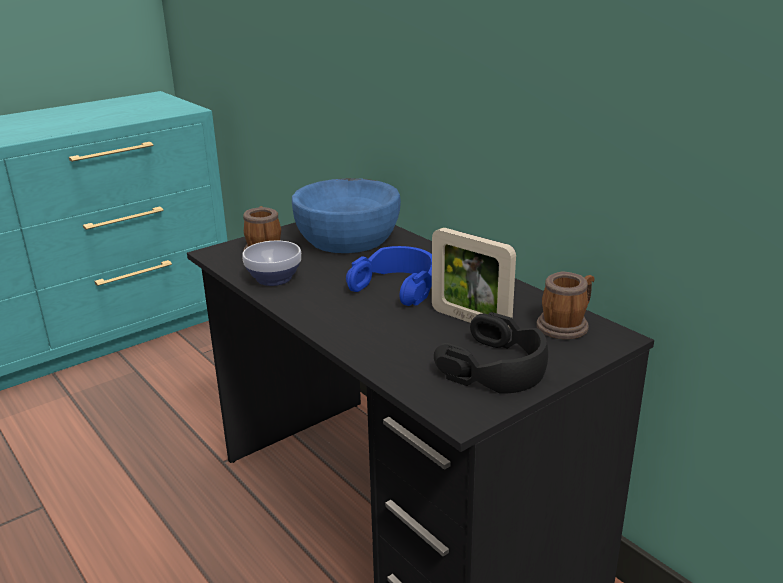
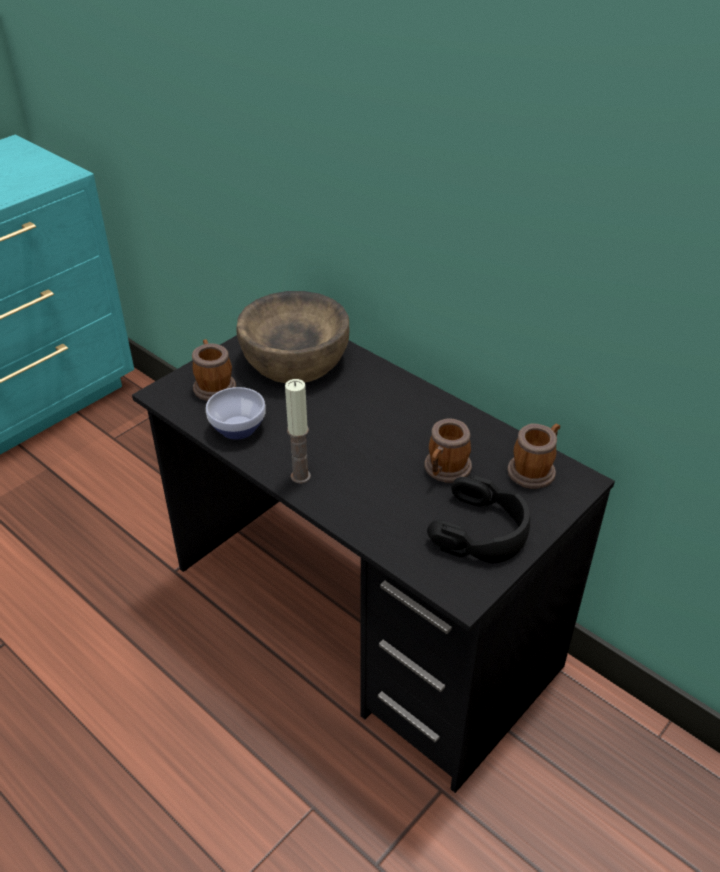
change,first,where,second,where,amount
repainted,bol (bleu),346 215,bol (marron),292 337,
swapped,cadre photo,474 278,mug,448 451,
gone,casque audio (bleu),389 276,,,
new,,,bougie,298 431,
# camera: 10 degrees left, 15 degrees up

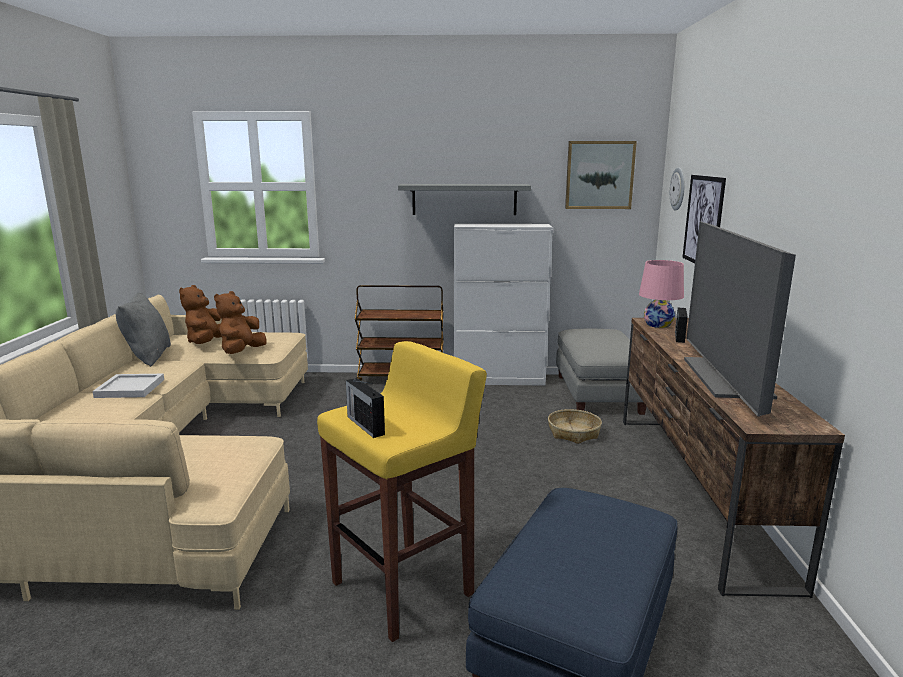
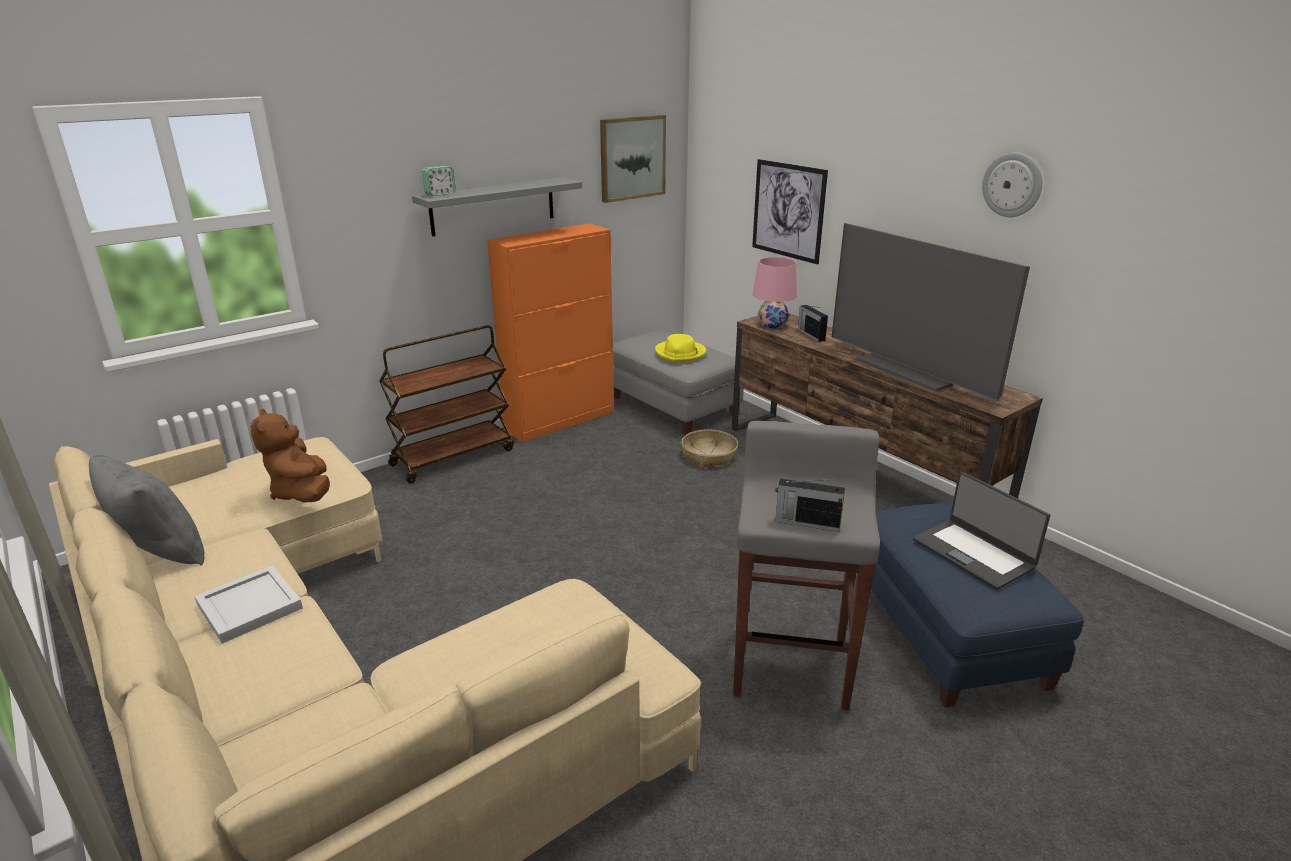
change,first,where,second,where,amount
shifted,horloge murale,677 189,,1012 185,
repainted,meuble de rangement (blanc),503 305,meuble de rangement (orange),550 332,
gone,peluche (marron),200 314,,,
repainted,tabouret (jaune),402 491,tabouret (gris),806 565,
new,,,réveil,439 181,
new,,,chapeau (jaune),680 348,
new,,,ordinateur portable,981 530,
# camera: 40 degrees left, 10 degrees up

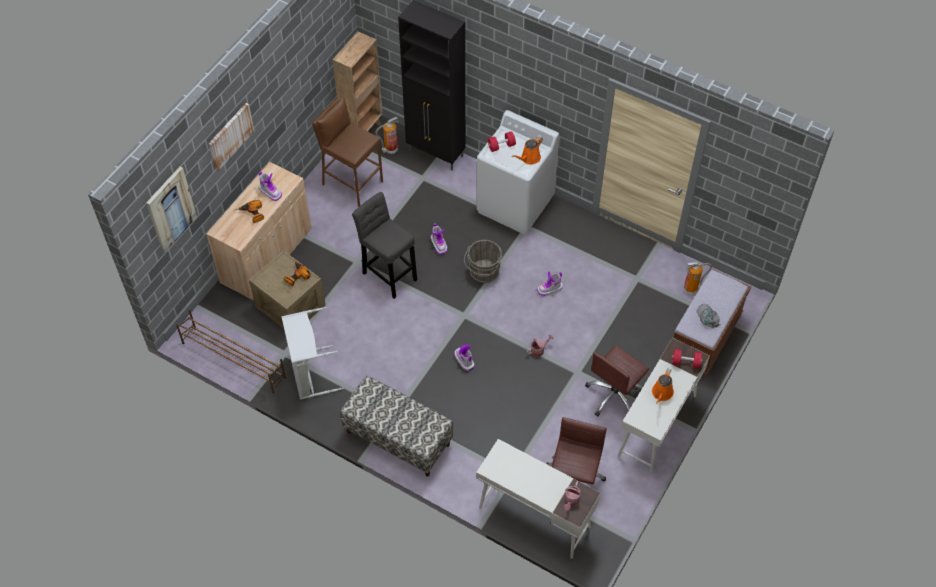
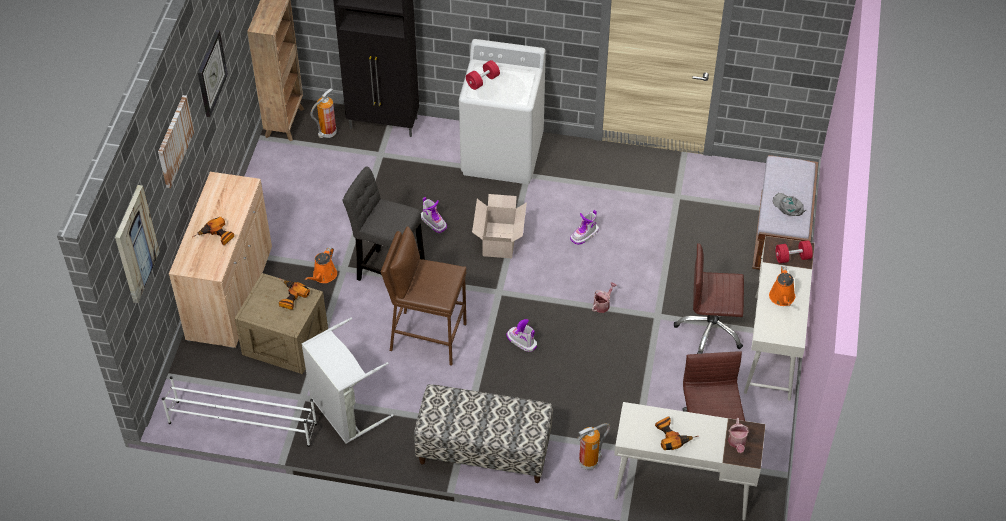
change,first,where,second,where,amount
shifted,tabouret (marron),347 152,,424 296,
shifted,arrosoir (orange),527 150,,321 265,
gone,botte,270 186,,,
swapped,seau (gris),483 261,carton,499 226,
shifted,extincteur,697 278,,594 446,
repainted,étagère à chaussures (marron),231 351,étagère à chaussures (blanc),239 411,
rotated,chaise de bureau (marron),617 380,,709 298,75 degrees clockwise
new,,,horloge murale,213 73,
new,,,perceuse,677 433,
# camera: 20 degrees left, 5 degrees down

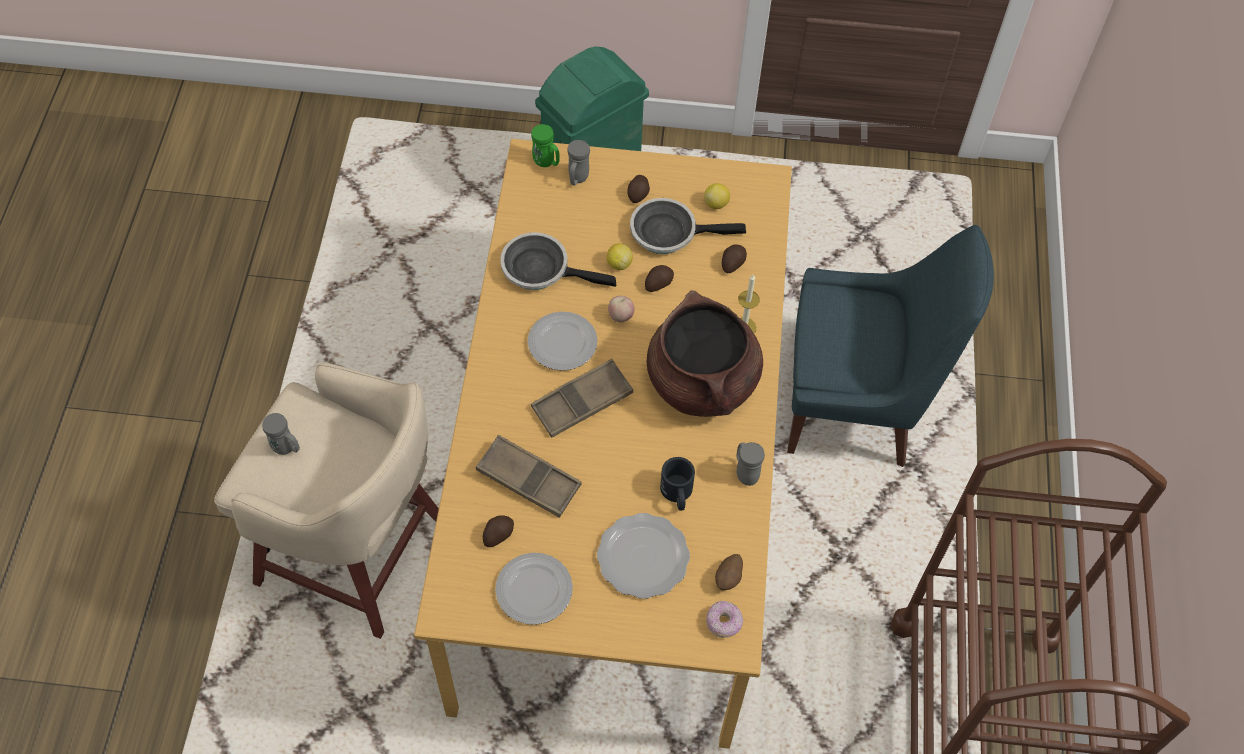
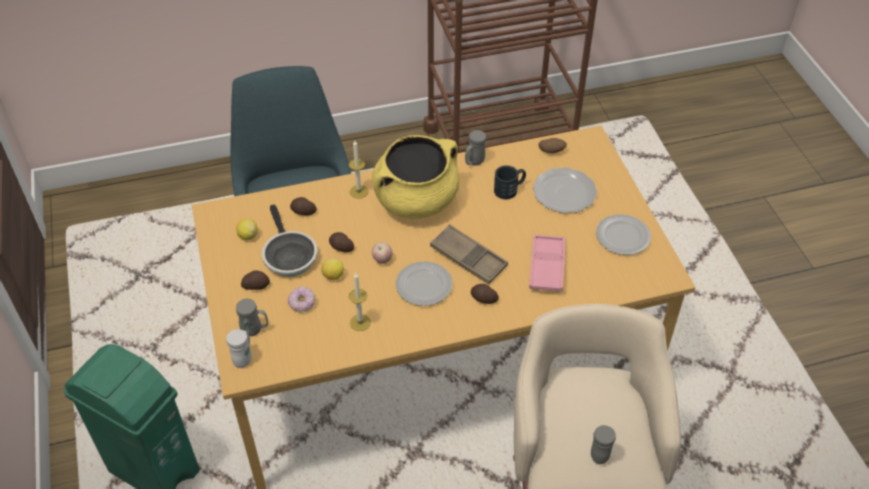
change,first,where,second,where,amount
repainted,mug (vert),545 145,mug (blanc),238 348,
swapped,poêle,558 261,bougie,360 302,
repainted,marmite (marron),704 354,marmite (jaune),415 177,
repainted,plateau (marron),528 476,plateau (rose),547 263,
shifted,pomme de terre,498 531,,485 294,
shifted,beignet,724 619,,302 299,
# camera: 110 degrees left, 10 degrees down

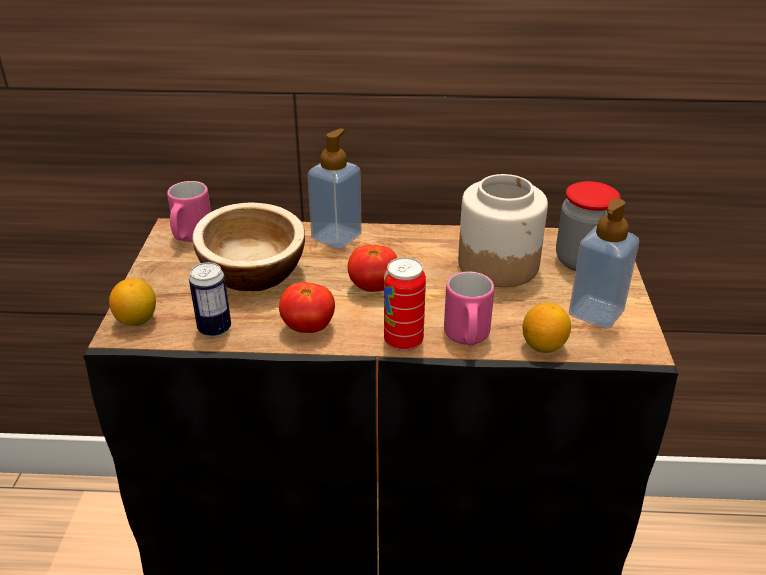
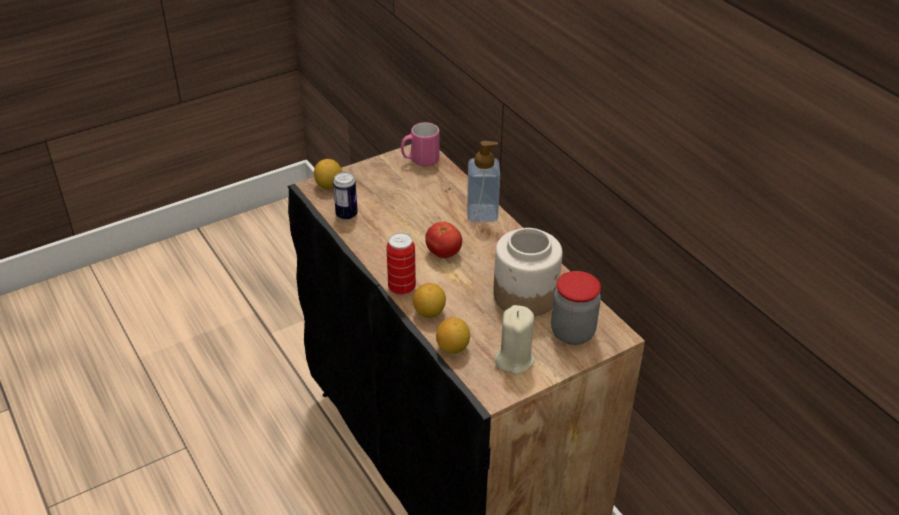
change,first,where,second,where,amount
swapped,distributeur de savon,604 263,bougie (beige),515 340,
gone,bol,249 247,,,
swapped,mug (rose),469 308,citron,429 300,
gone,tomate,307 307,,,
# camera: 55 degrees right, 5 degrees up

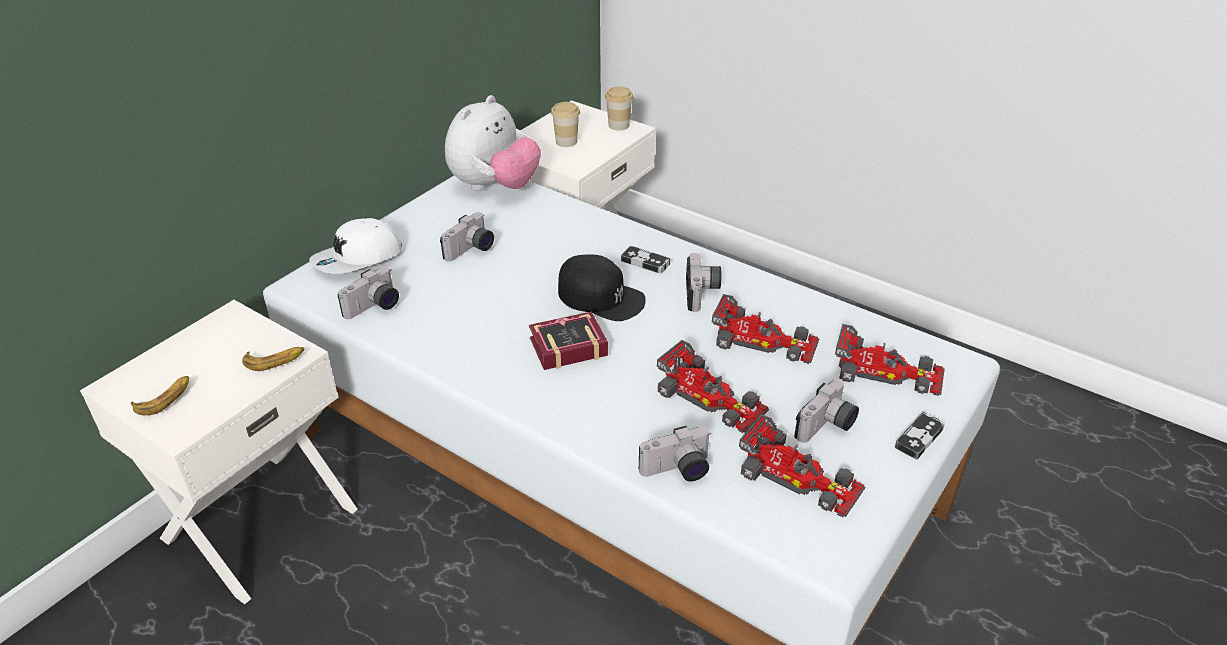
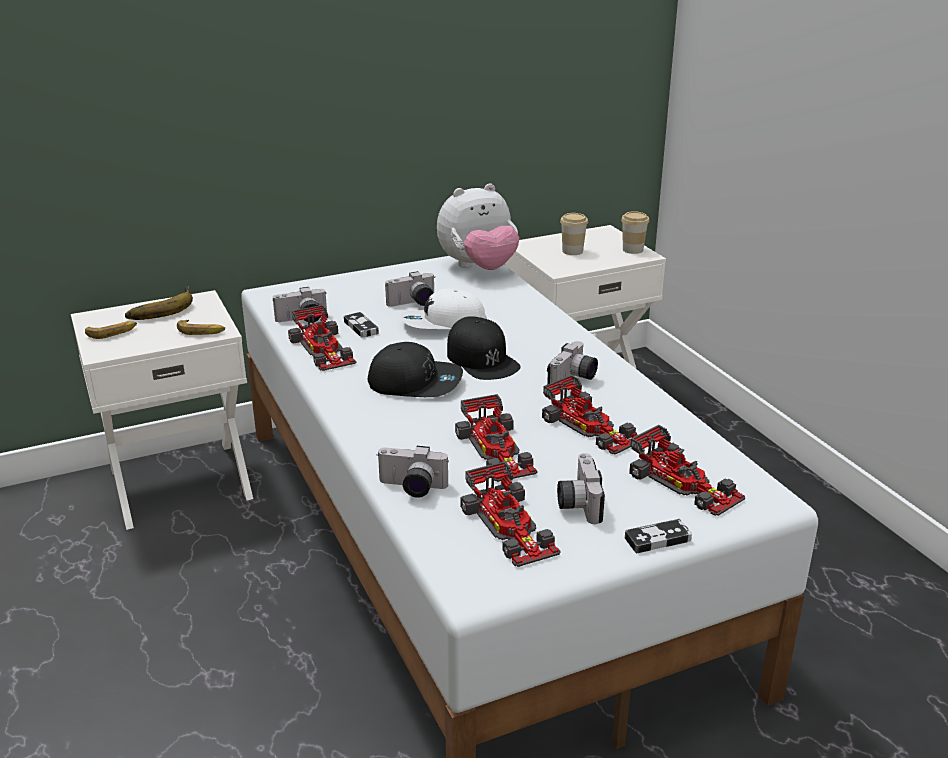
change,first,where,second,where,amount
shifted,casquette (blanc),355 246,,444 309,
shifted,manette,645 260,,361 325,
swapped,livre,568 341,casquette (noir),415 369,
rotated,appareil photo,826 410,,581 488,105 degrees clockwise
new,,,banane,159 303,
new,,,petite voiture,322 338,
# camera: 30 degrees right, 10 degrees down

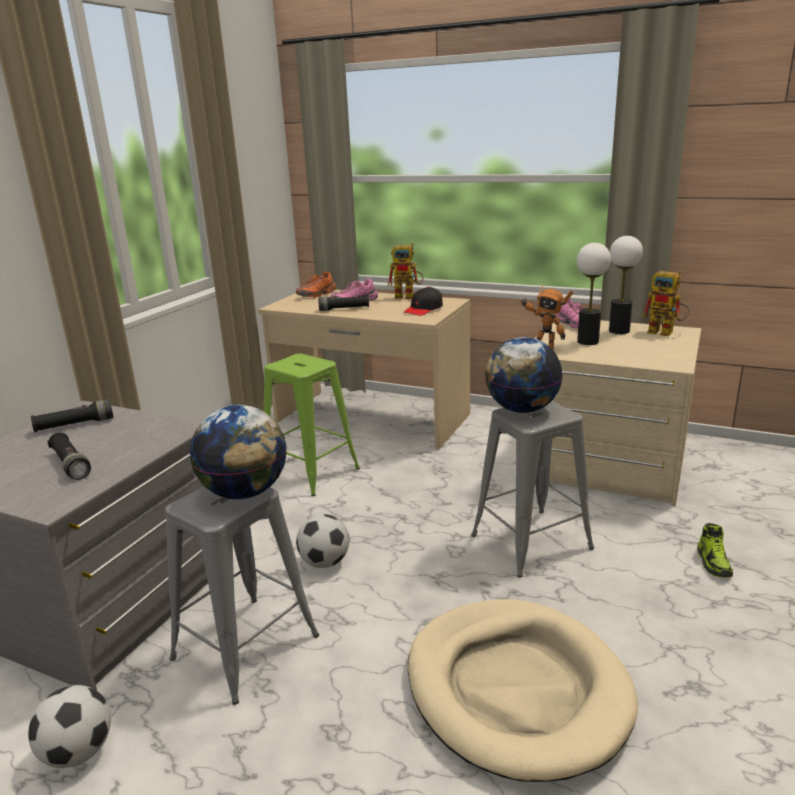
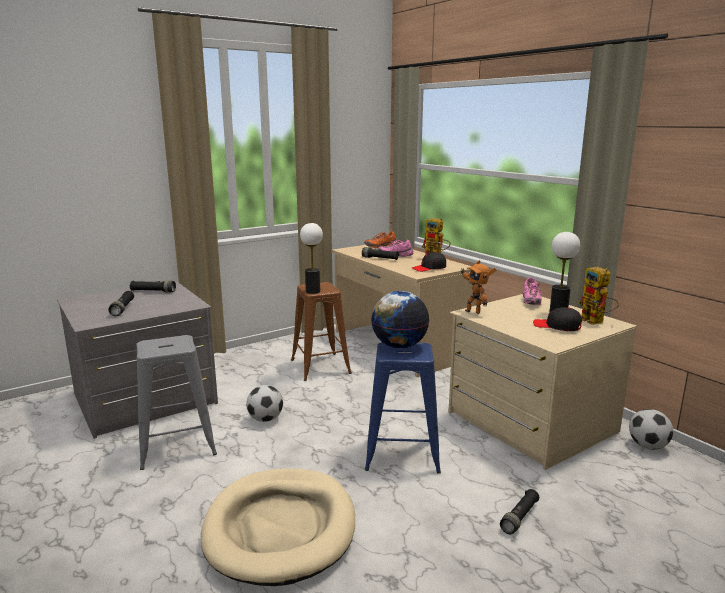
change,first,where,second,where,amount
shifted,lampe de table,594 294,,311 258,
repainted,tabouret (vert),312 425,tabouret (marron),321 331,
repainted,tabouret (gris),532 489,tabouret (bleu),403 408,
gone,globe,238 452,,,
swapped,chaussure,715 550,lampe de poche (noir),519 511,
shifted,ballon de foot,69 726,,651 429,
new,,,casquette (noir),557 319,
# camera: 30 degrees right, 5 degrees down

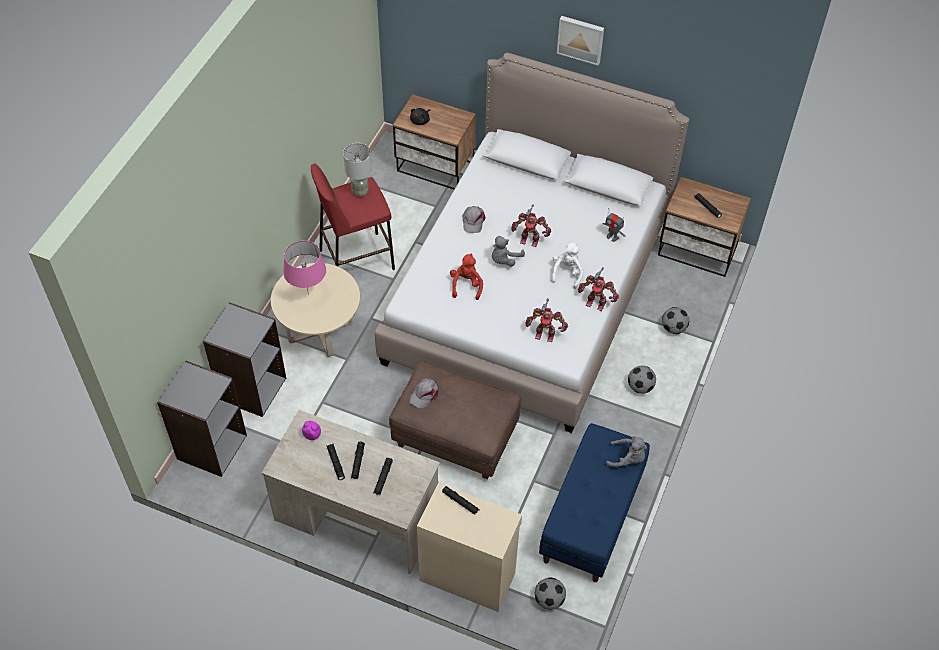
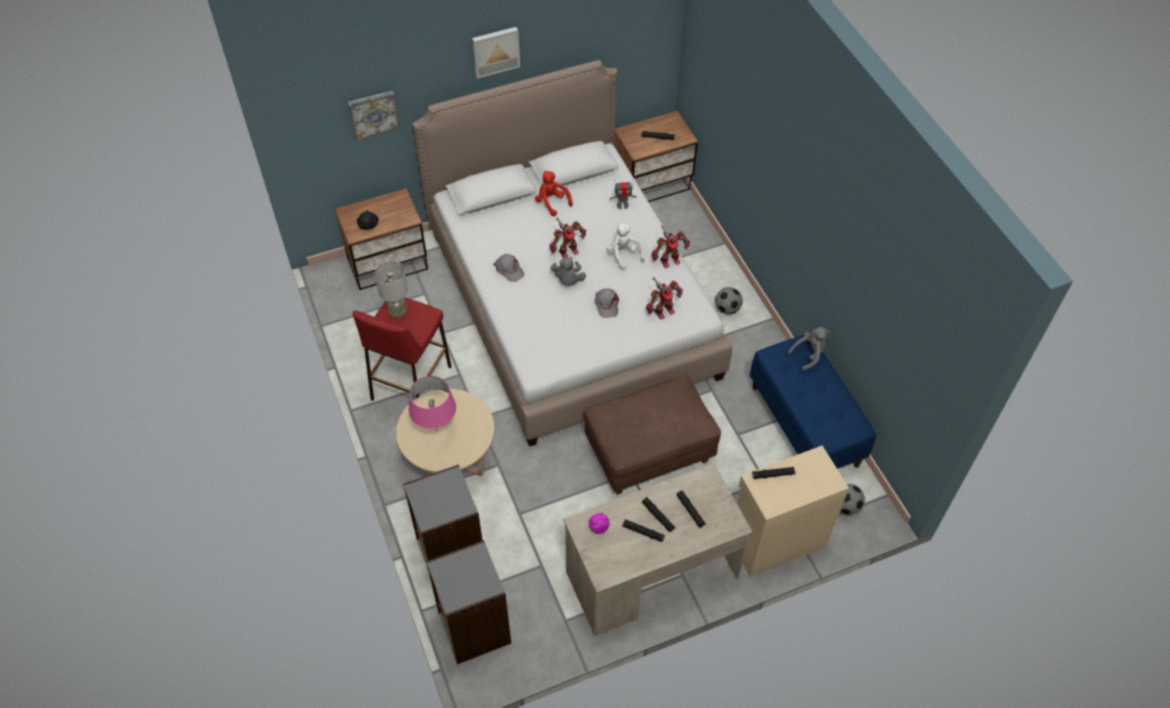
change,first,where,second,where,amount
shifted,peluche (rouge),466 277,,554 193,
gone,ballon de foot,675 320,,,
shifted,casquette (gris),424 393,,607 303,
new,,,tableau,374 116,
# camera: 45 degrees left, 0 degrees up

